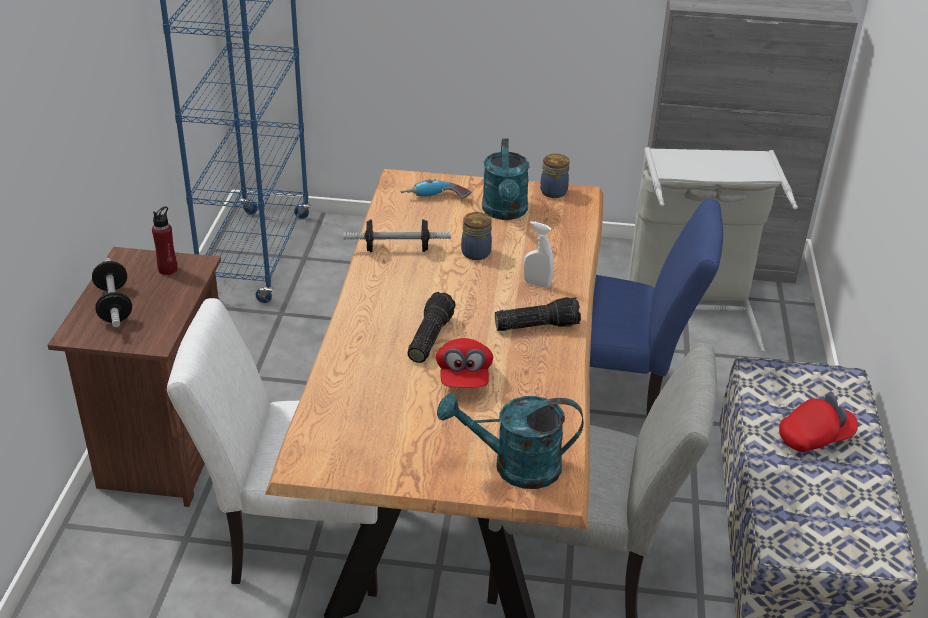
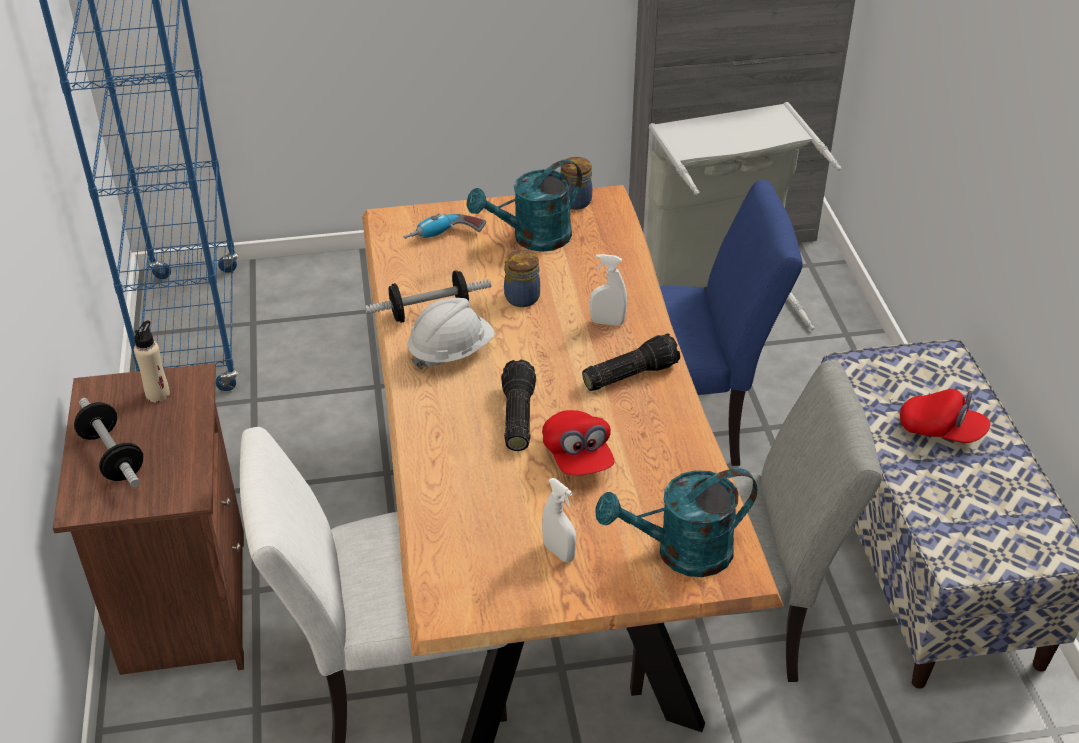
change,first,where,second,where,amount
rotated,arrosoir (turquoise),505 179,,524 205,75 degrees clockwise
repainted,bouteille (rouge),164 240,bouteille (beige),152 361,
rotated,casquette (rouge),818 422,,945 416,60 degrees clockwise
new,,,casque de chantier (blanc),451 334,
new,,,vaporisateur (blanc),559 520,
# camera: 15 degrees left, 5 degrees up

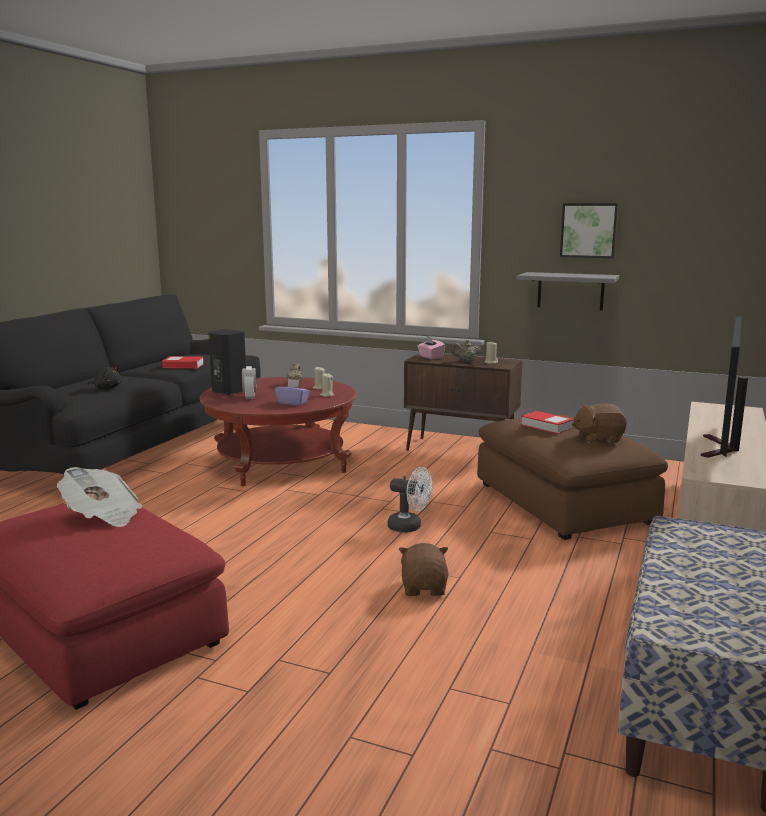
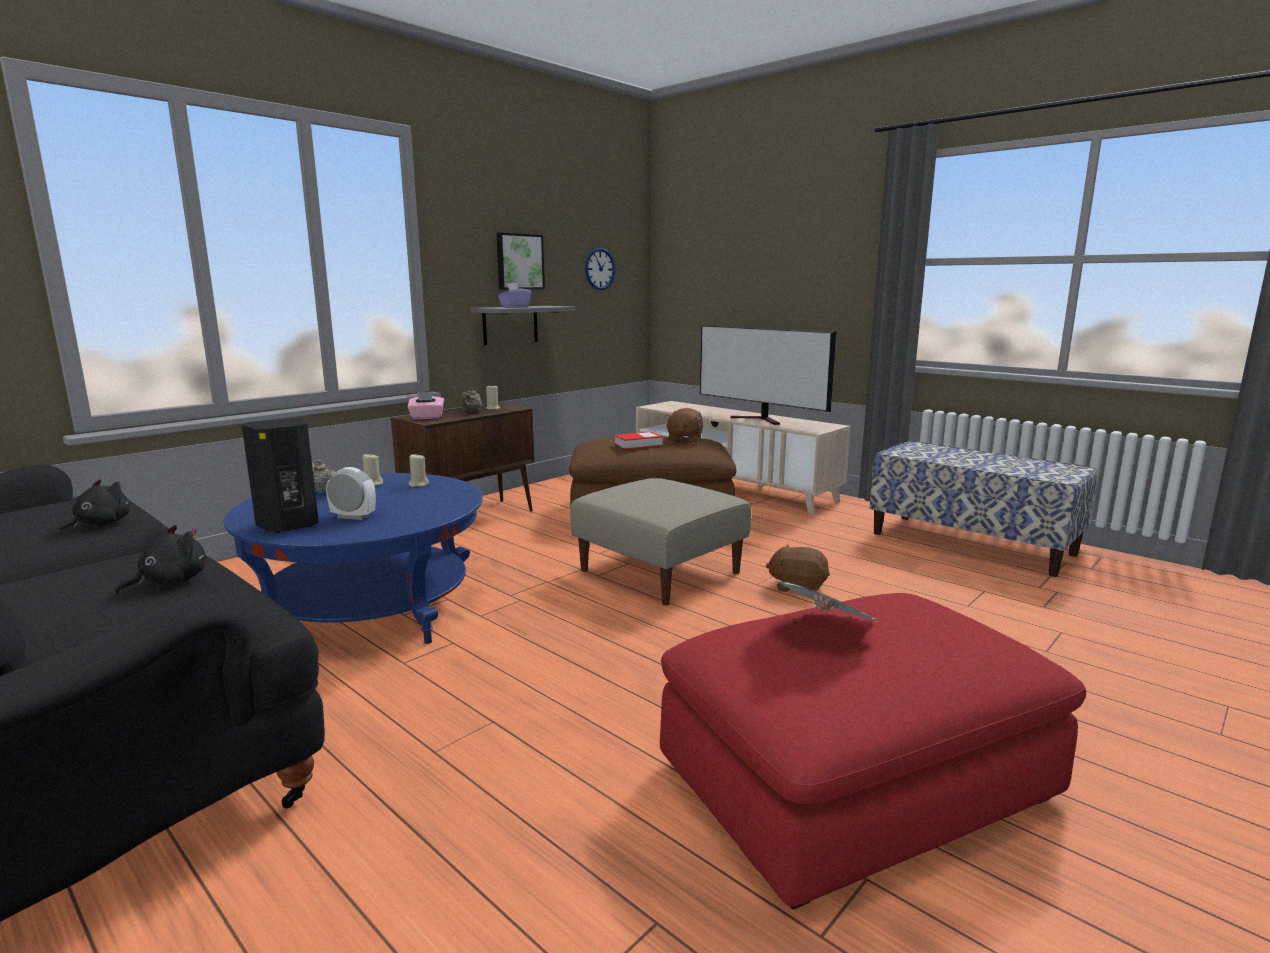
change,first,where,second,where,amount
swapped,livre,182 362,peluche (noir),94 506,
repainted,table basse (rouge),278 431,table basse (bleu),353 558,
shifted,boîte à mouchoirs (violet),292 392,,514 295,
swapped,ventilateur (blanc),410 499,pouf (beige),660 541,
new,,,horloge murale,600 269,
# camera: 70 degrees left, 0 degrees up

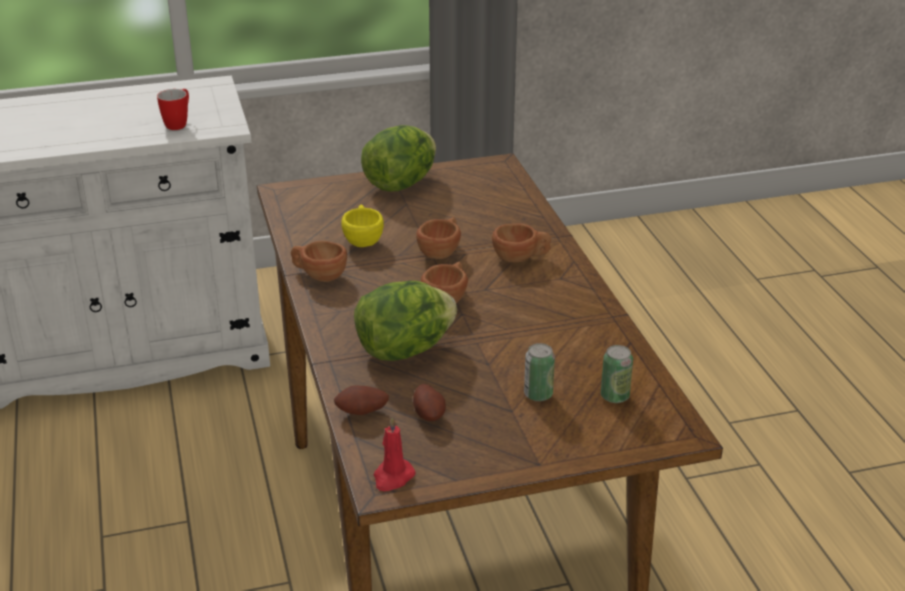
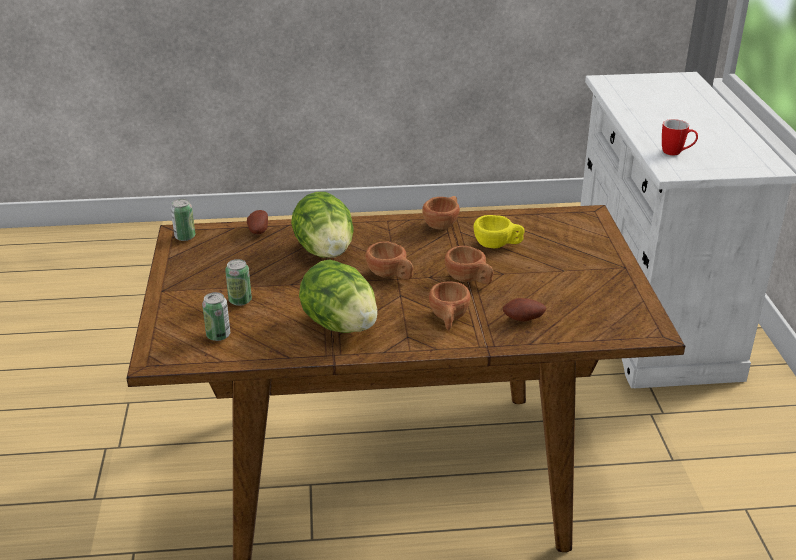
change,first,where,second,where,amount
shifted,laitue,398 158,,338 296,
shifted,pomme de terre,429 402,,524 310,
swapped,bougie (rouge),395 454,boîte métallique,183 220,
# camera: 100 degrees right, 0 degrees up

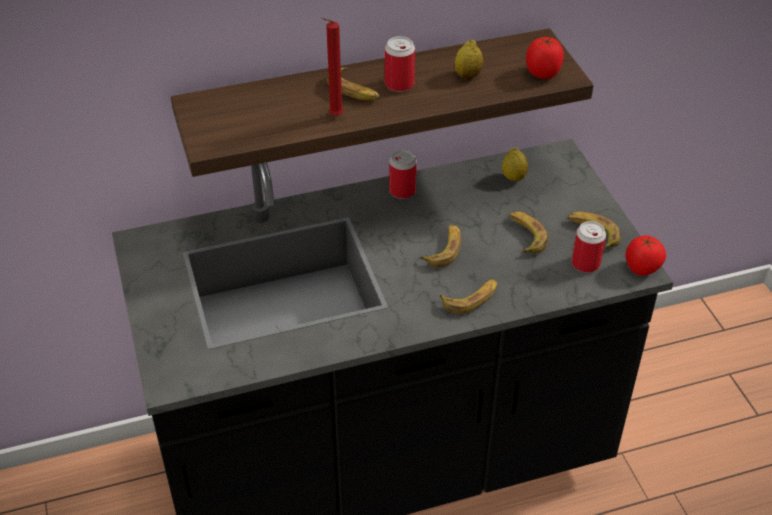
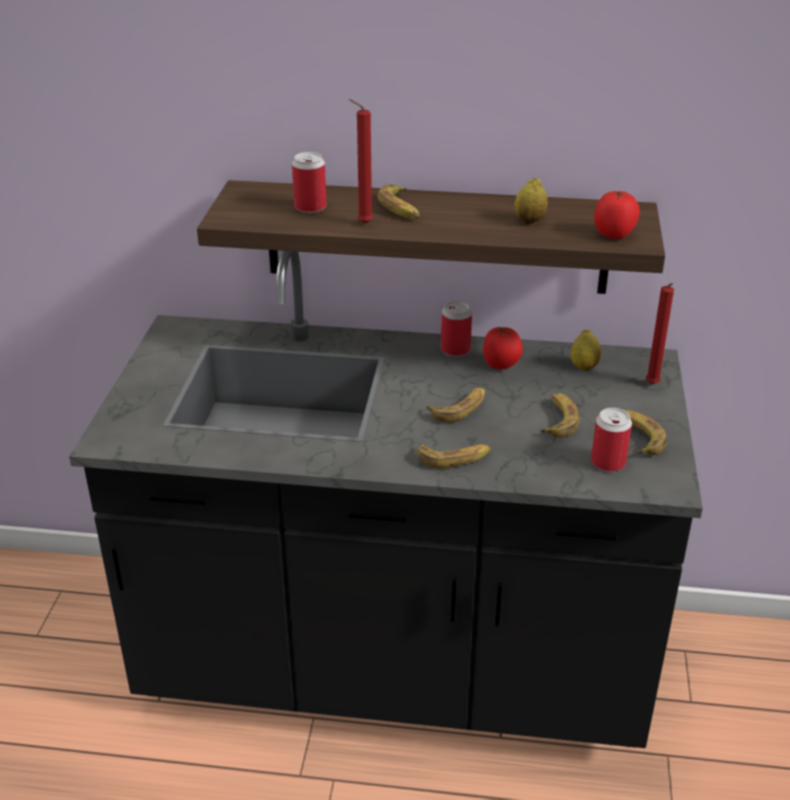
change,first,where,second,where,amount
shifted,boîte métallique,400 64,,309 182,
shifted,tomate,645 255,,503 347,
new,,,bougie (rouge),659 333,
# camera: 25 degrees right, 10 degrees down

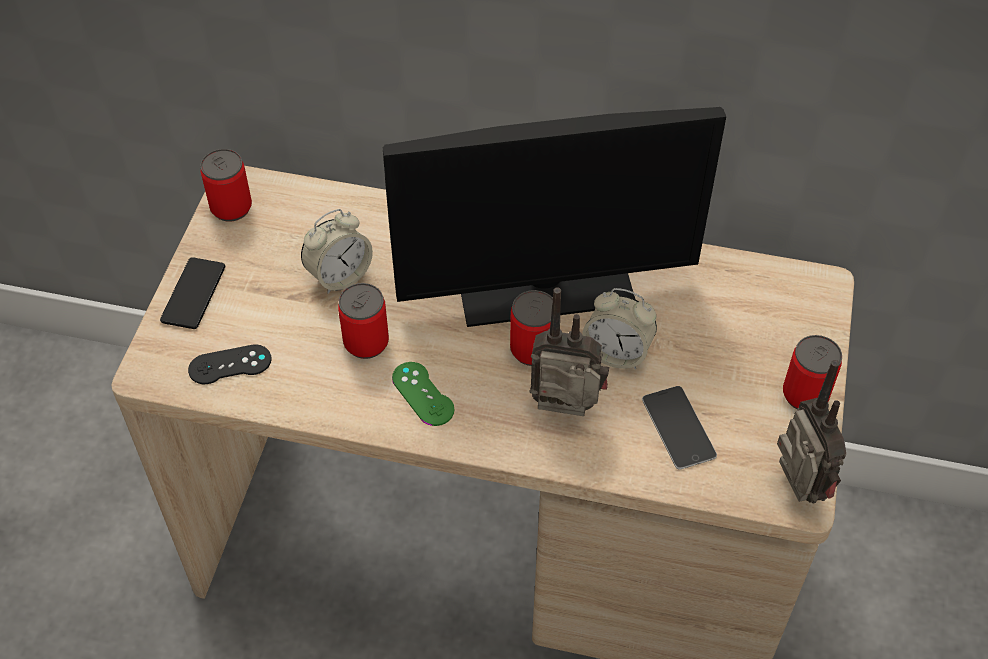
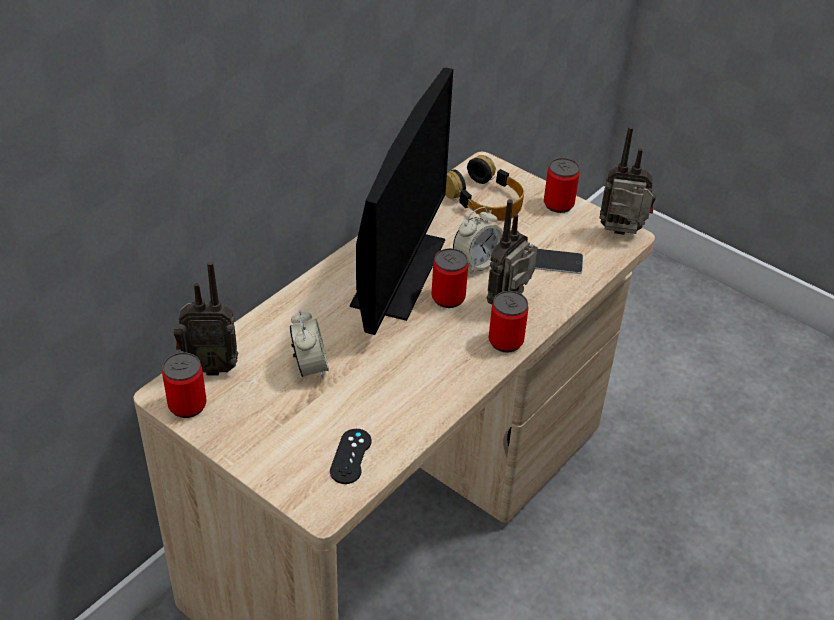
change,first,where,second,where,amount
gone,téléphone,192 293,,,
shifted,boîte métallique,363 321,,508 322,
gone,manette (vert),423 394,,,
new,,,casque audio,485 188,
new,,,radio,206 318,
# camera: 65 degrees left, 10 degrees down

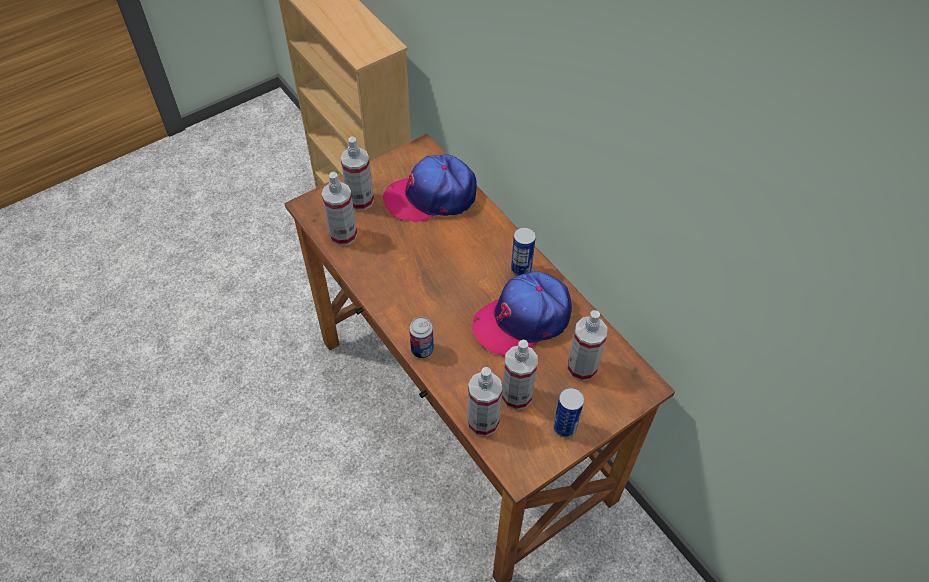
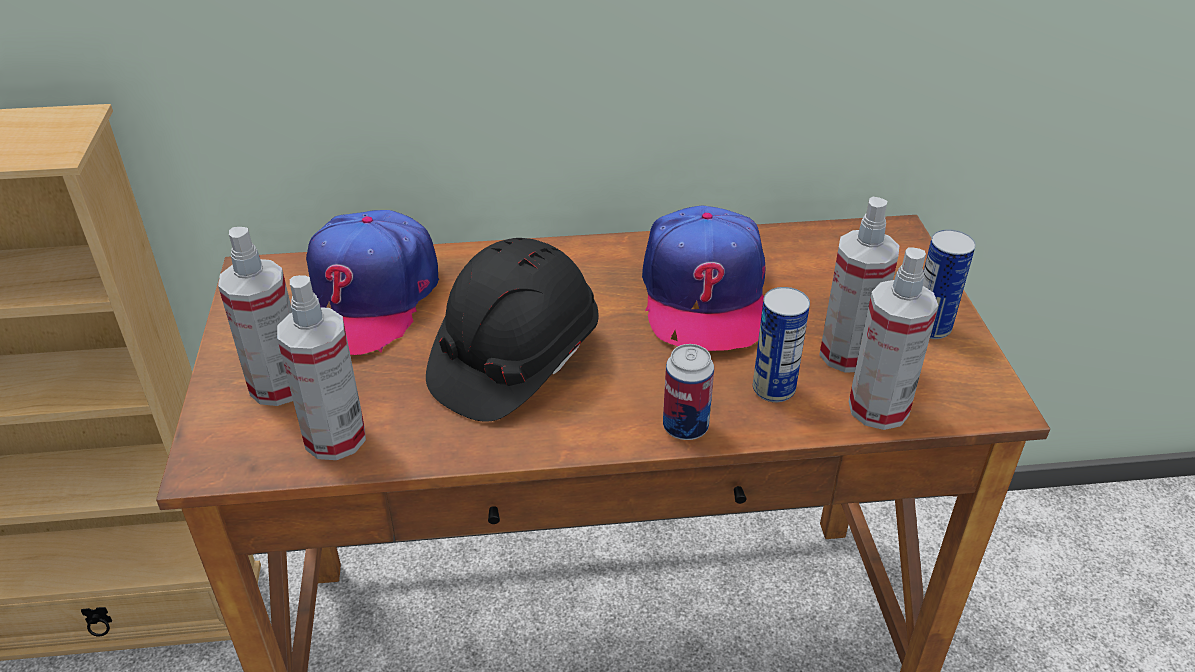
change,first,where,second,where,amount
shifted,boîte métallique,523 251,,781 344,
gone,vaporisateur,587 345,,,
new,,,casque de chantier (noir),512 330,
# camera: 60 degrees left, 15 degrees down

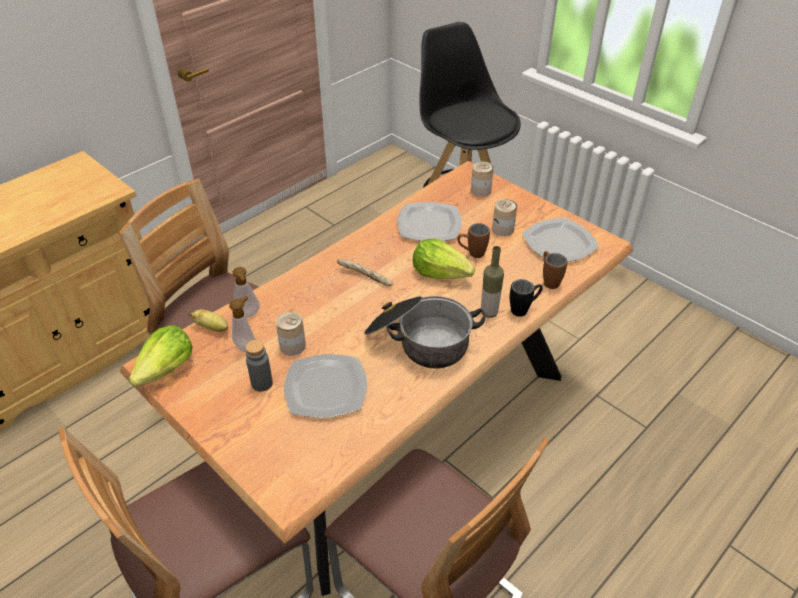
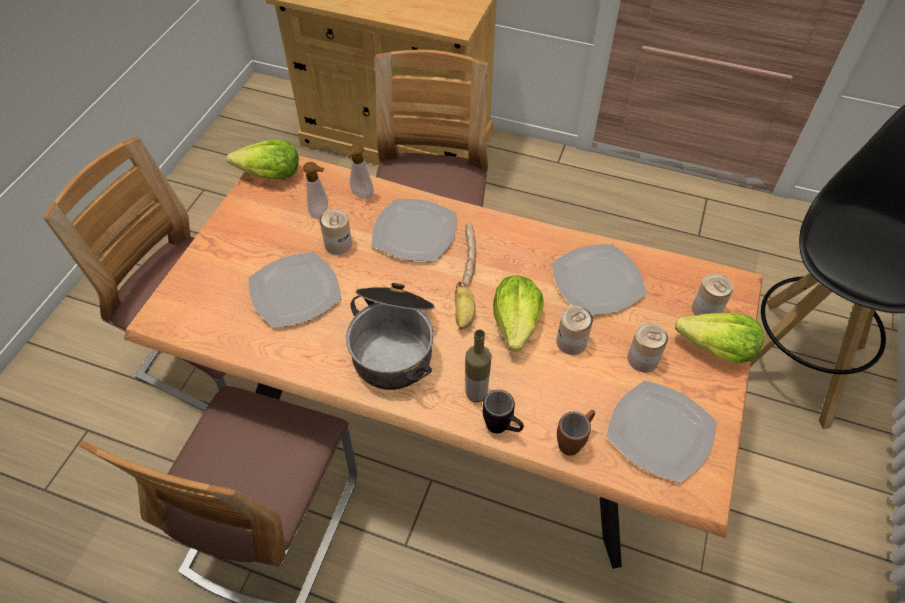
change,first,where,second,where,amount
swapped,mug (marron),474 240,boîte métallique,574 330,
shifted,banane,208 321,,465 305,
gone,bouteille (gris),259 365,,,
new,,,assiette,414 230,
new,,,laitue,719 338,
# camera: 65 degrees right, 10 degrees up

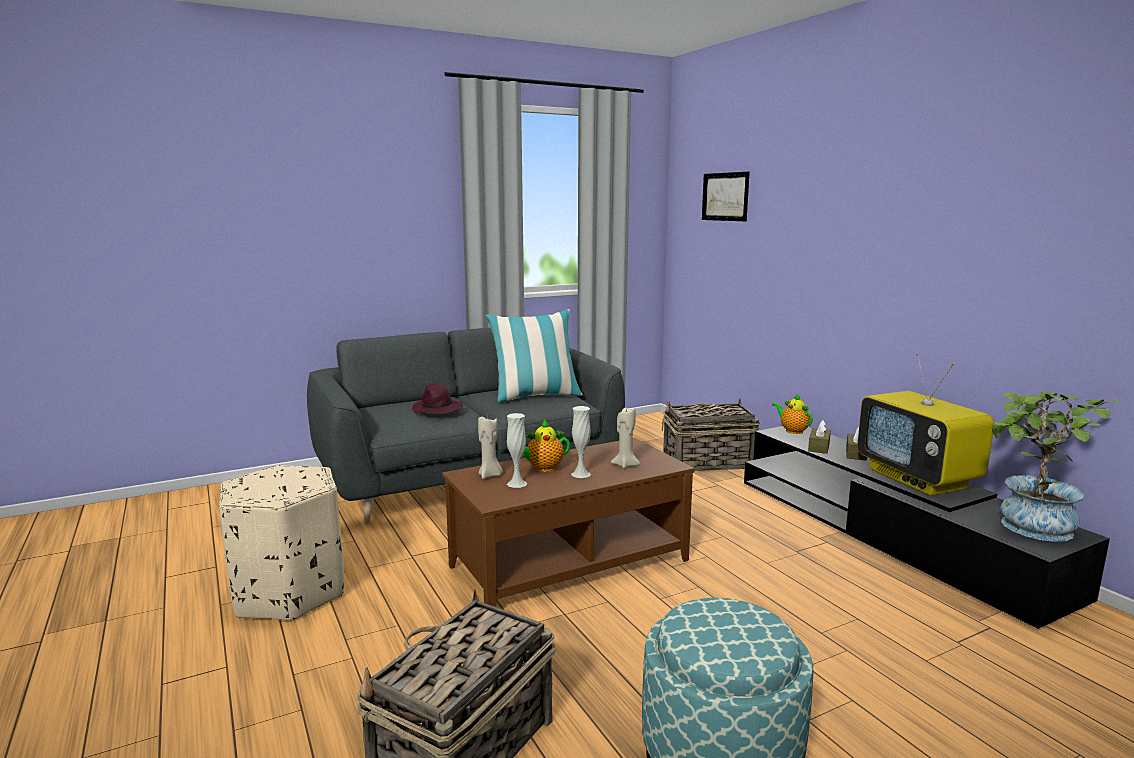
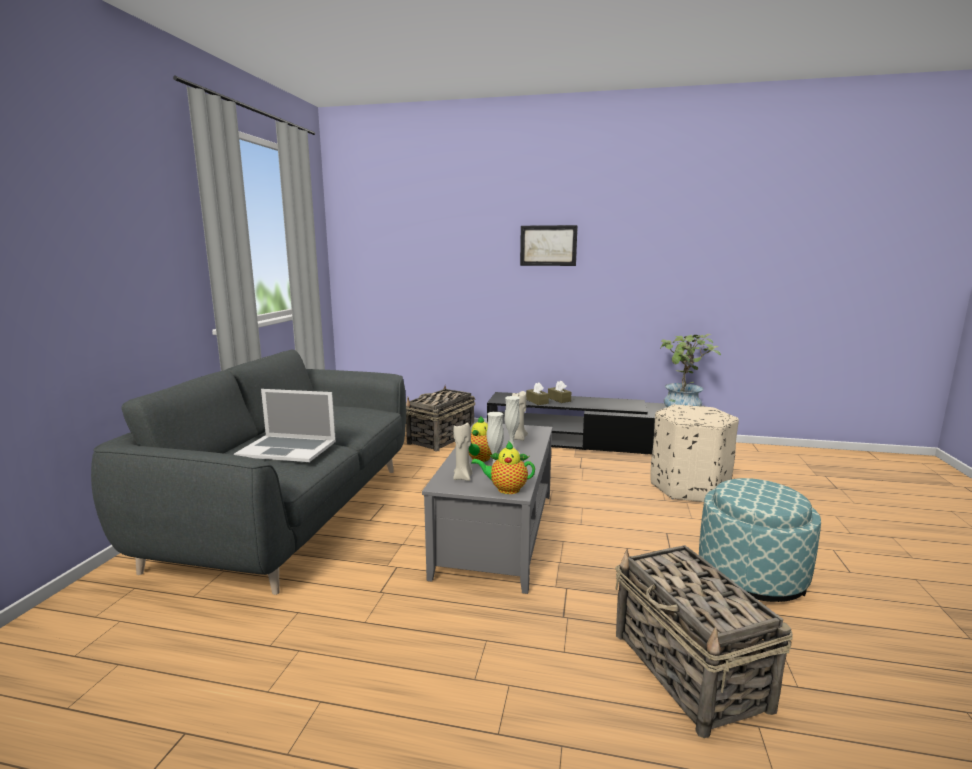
change,first,where,second,where,amount
shifted,tableau,726 196,,549 245,
gone,coussin,534 355,,,
gone,téléviseur,926 424,,,
swapped,chapeau (violet),437 398,ordinateur portable,285 425,
shifted,théière,792 414,,503 467,
repainted,table basse (marron),568 522,table basse (gris),487 508,
shifted,pouf (beige),281 543,,695 453,
# camera: 50 degrees left, 0 degrees up

